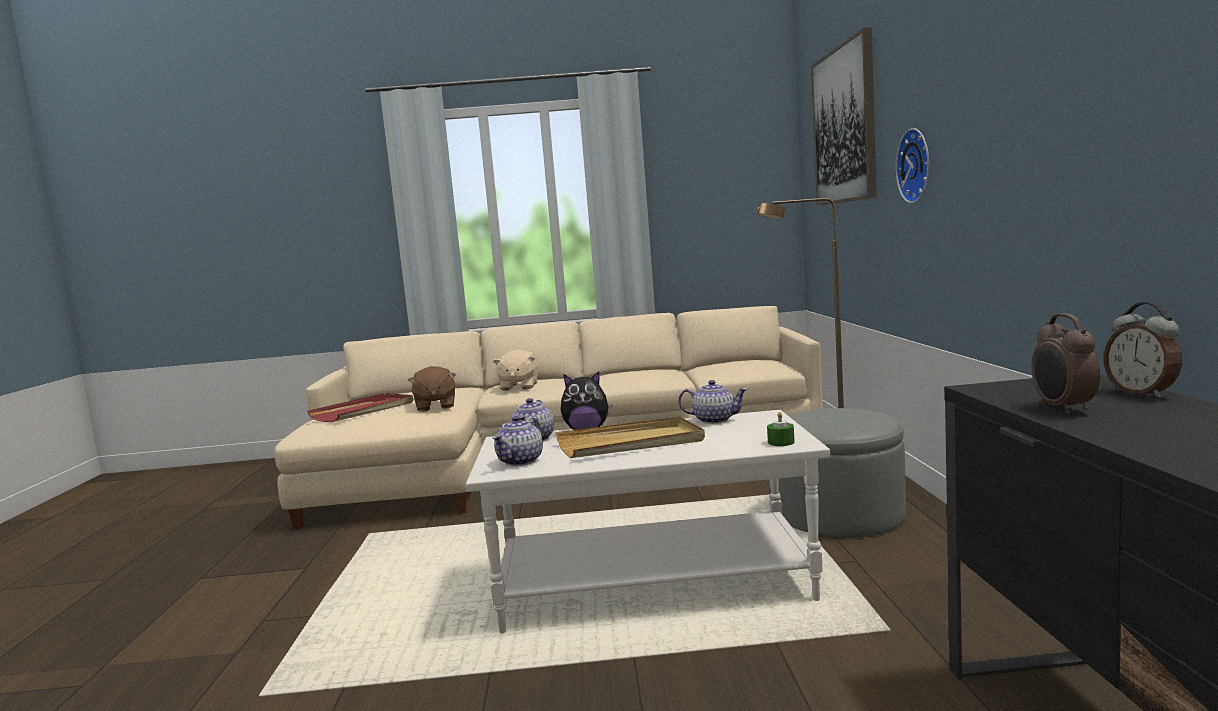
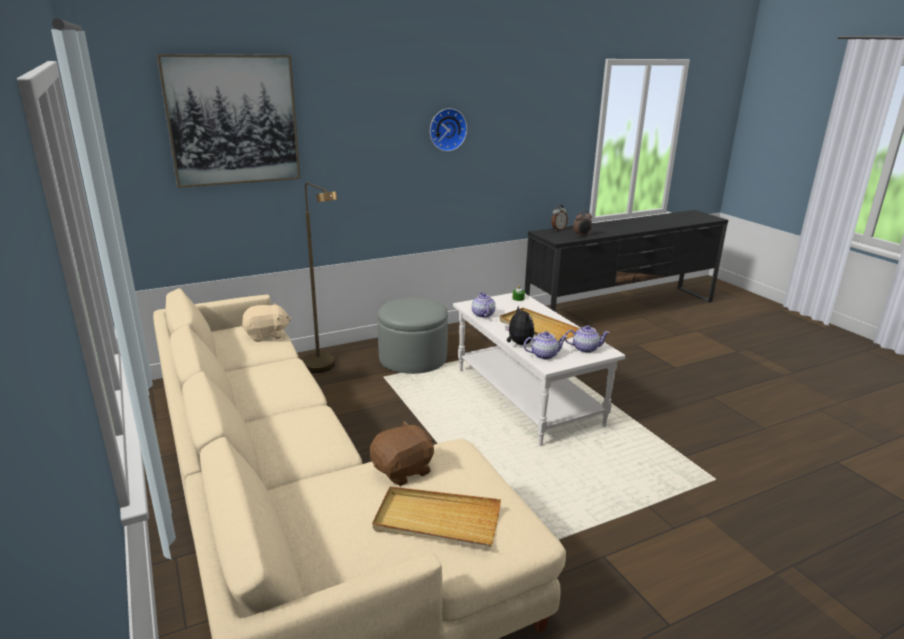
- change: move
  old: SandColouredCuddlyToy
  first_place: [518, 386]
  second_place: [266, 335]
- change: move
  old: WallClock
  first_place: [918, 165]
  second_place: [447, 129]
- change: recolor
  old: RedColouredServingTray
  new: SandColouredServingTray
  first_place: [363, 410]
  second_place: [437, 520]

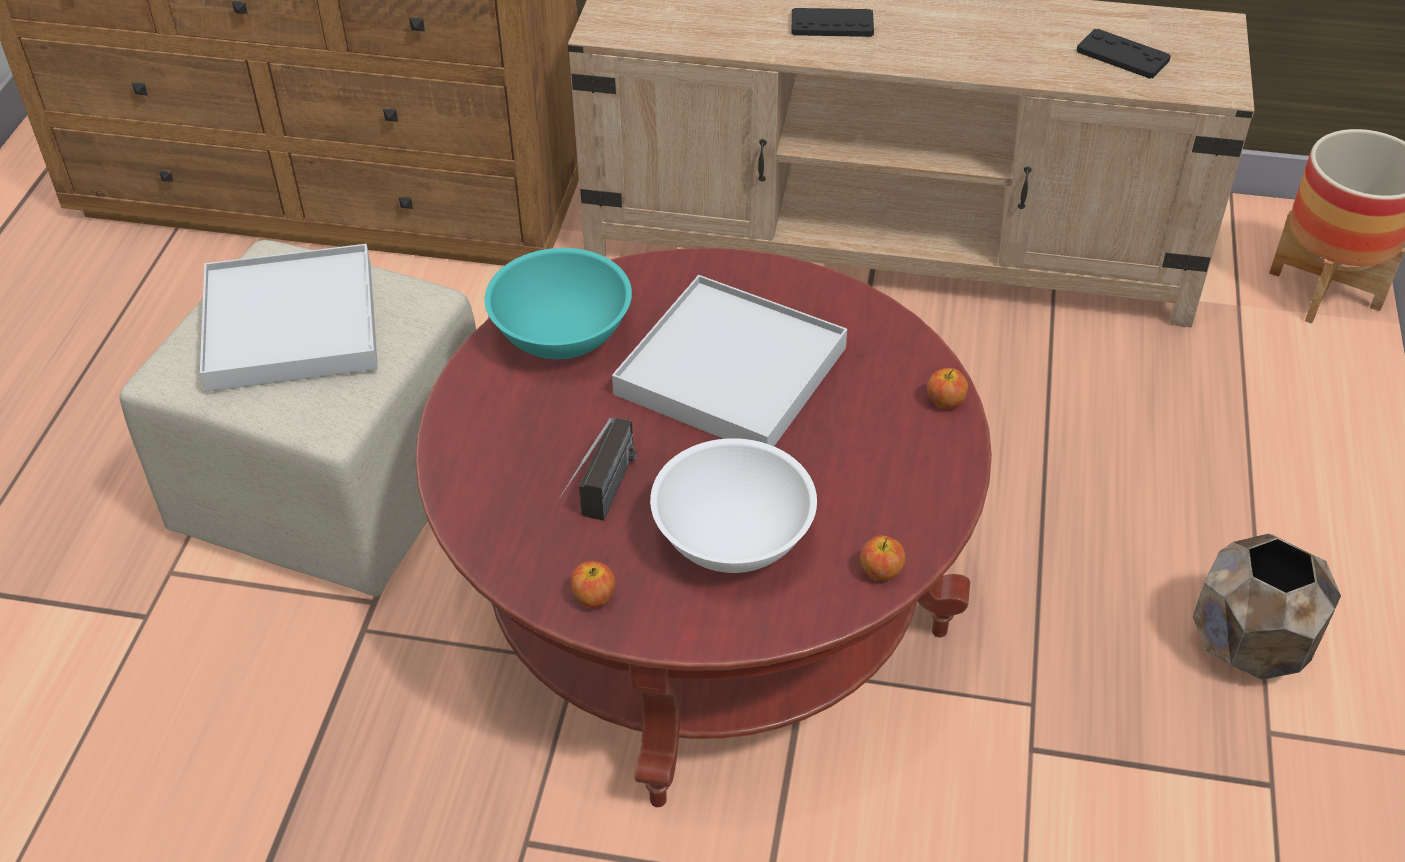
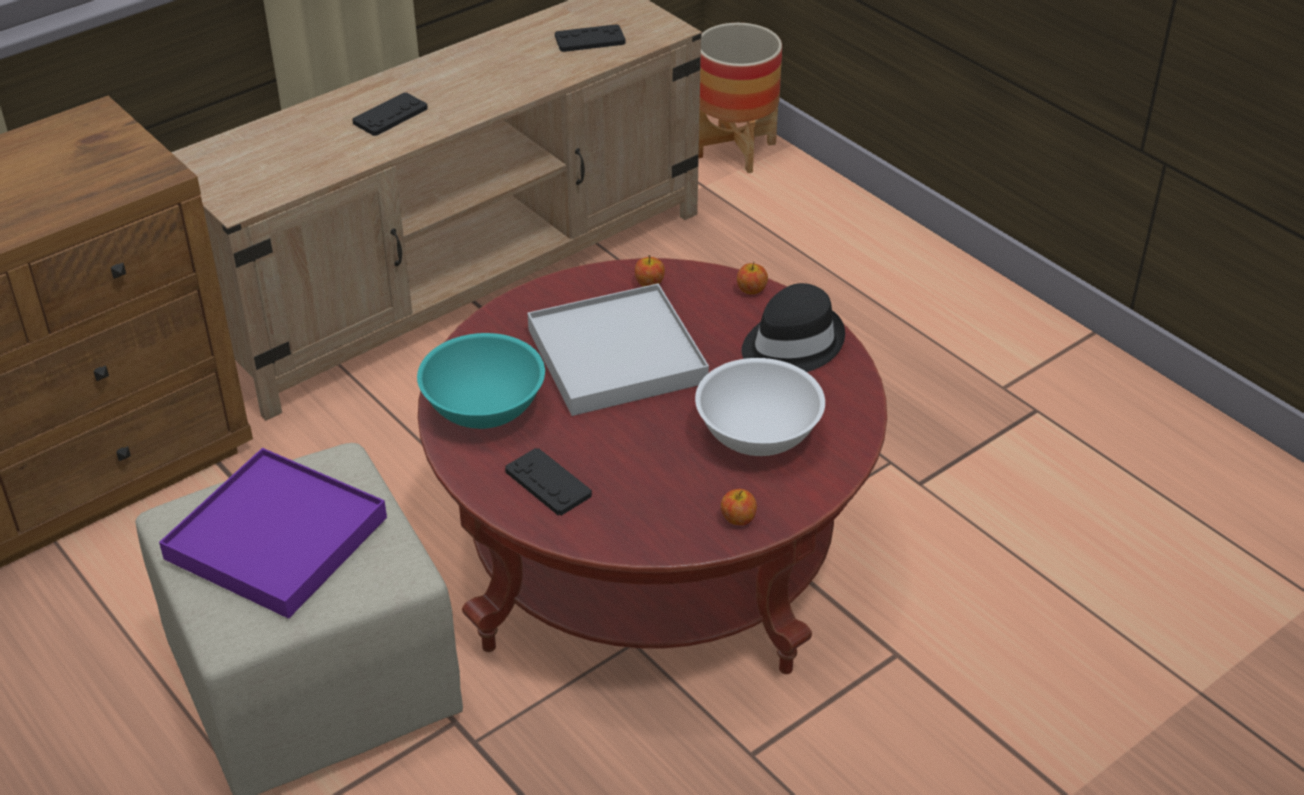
- change: delete
  old: RadioSet
  first_place: [602, 503]
- change: delete
  old: BrownColouredPlanter
  first_place: [1250, 646]
- change: insert
  new: BlackJoypad
  second_place: [548, 483]
- change: insert
  new: BlackClothingHat
  second_place: [791, 344]
- change: move
  old: Apple
  first_place: [881, 571]
  second_place: [649, 283]
- change: recolor
  old: WhitishServingTray
  new: PurplishServingTray
  first_place: [292, 324]
  second_place: [276, 537]

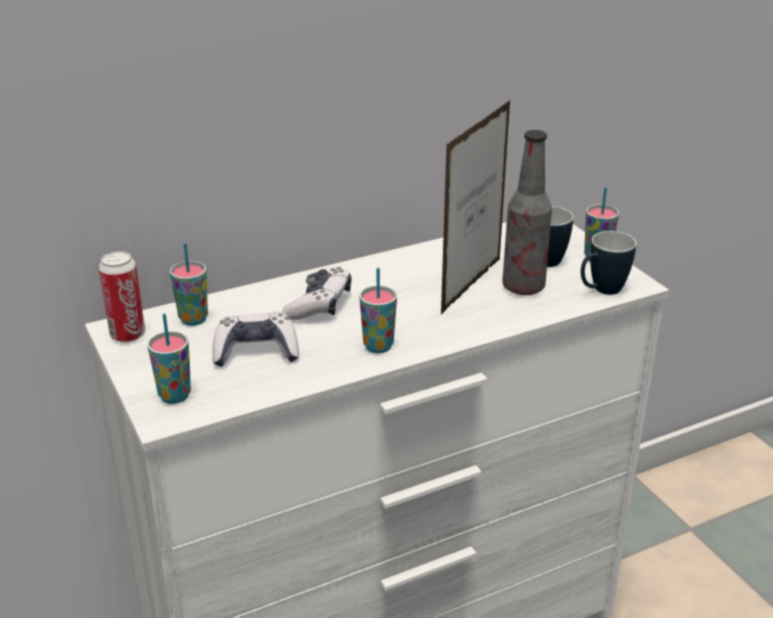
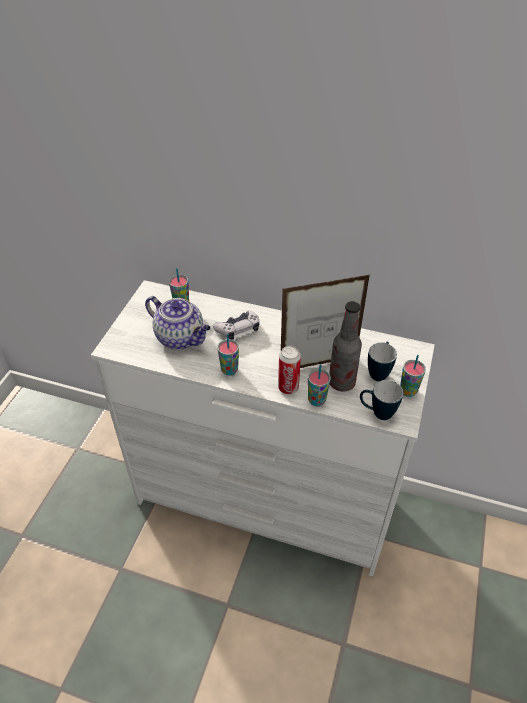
- change: move
  old: SealedCan
  first_place: [128, 335]
  second_place: [288, 387]
- change: move
  old: SmallCup
  first_place: [175, 396]
  second_place: [316, 400]
- change: replace
  old: Joypad
  new: TeaPot
  first_place: [256, 351]
  second_place: [181, 338]

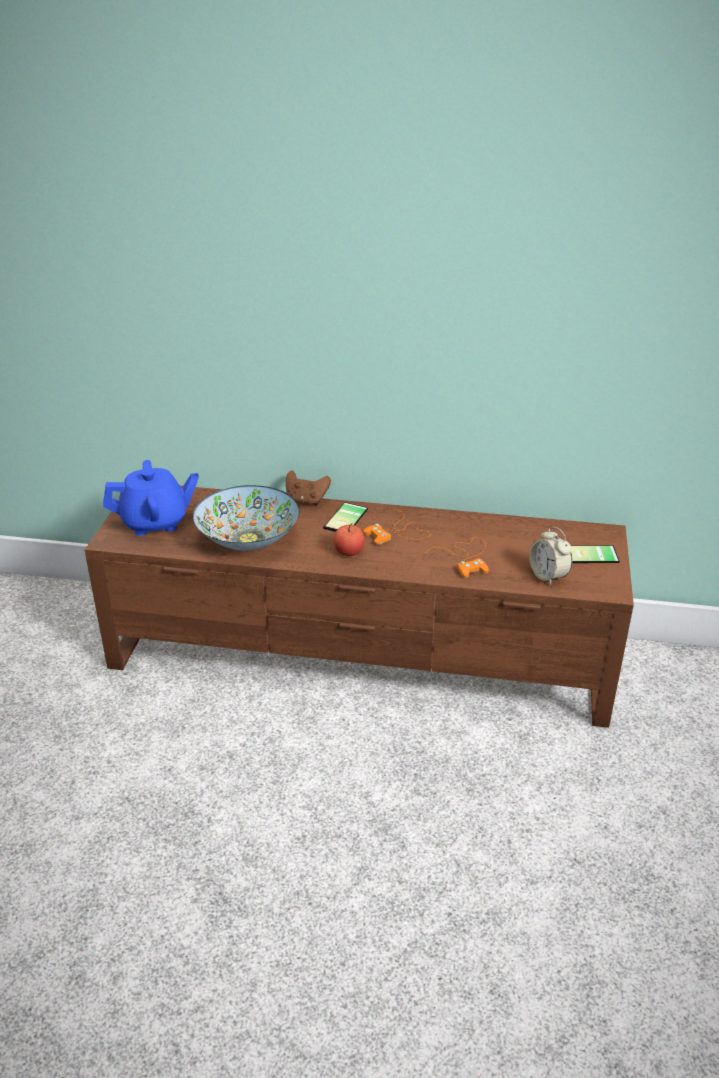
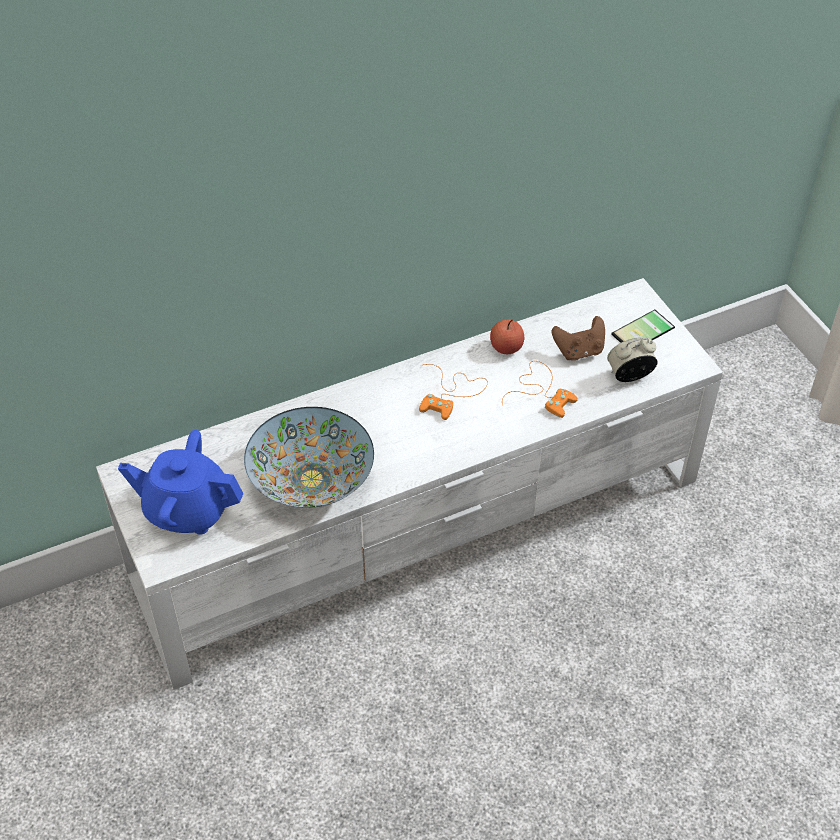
- change: delete
  old: Telephone
  first_place: [348, 519]
- change: move
  old: BrownColouredJoypad
  first_place: [306, 500]
  second_place: [579, 351]
- change: move
  old: Apple
  first_place: [349, 552]
  second_place: [506, 347]
- change: recolor
  old: BrownColouredTvStand
  new: WhitishTvStand
  first_place: [362, 656]
  second_place: [422, 526]
- change: rotate
  old: BlueTeaPot
  first_place: [155, 522]
  second_place: [187, 510]
  degrees: -120
- change: rotate
  old: AlarmClock
  first_place: [548, 576]
  second_place: [629, 376]
  degrees: 135

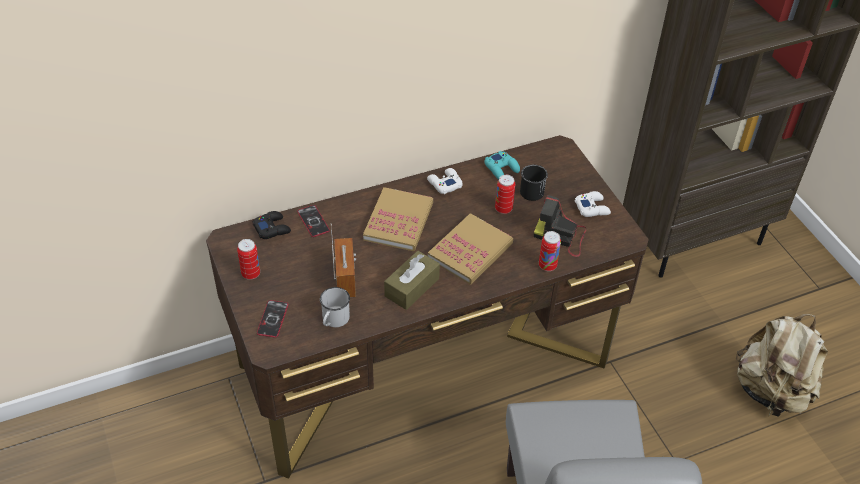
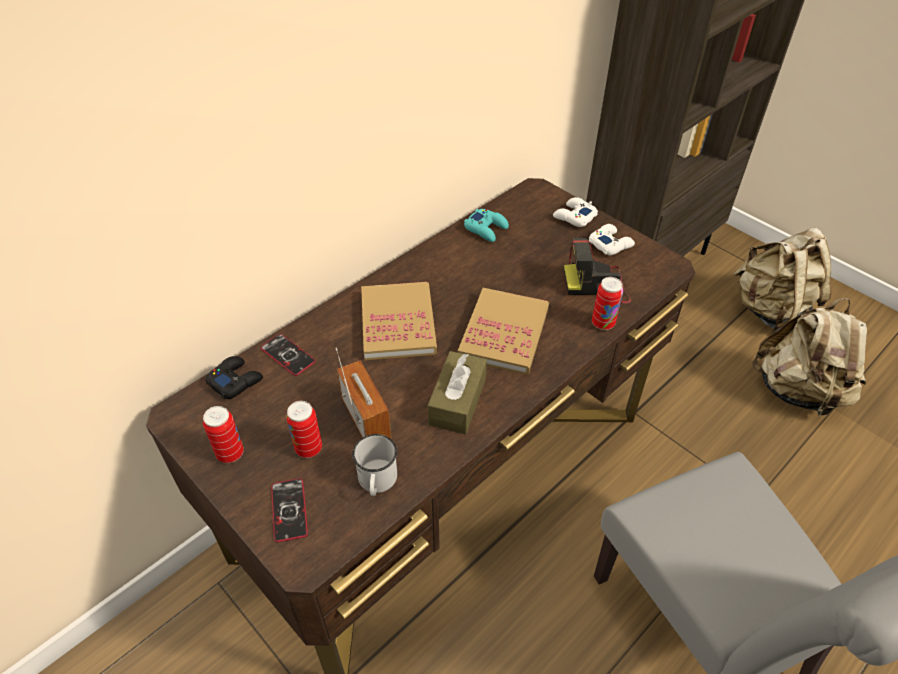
- change: delete
  old: BlackTeaMug
  first_place: [533, 190]
- change: insert
  new: SandColouredBackpack
  second_place: [770, 310]
- change: move
  old: WhitishJoypad
  first_place: [444, 184]
  second_place: [574, 217]
- change: move
  old: SealedCan
  first_place: [503, 209]
  second_place: [309, 448]

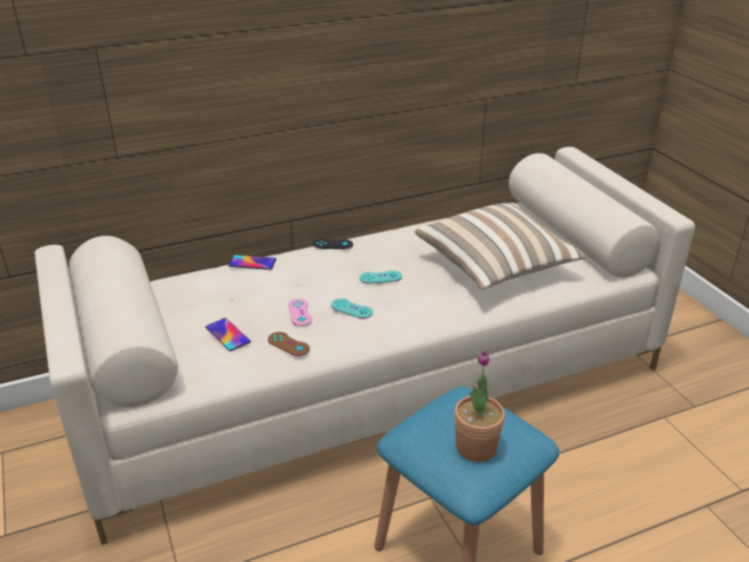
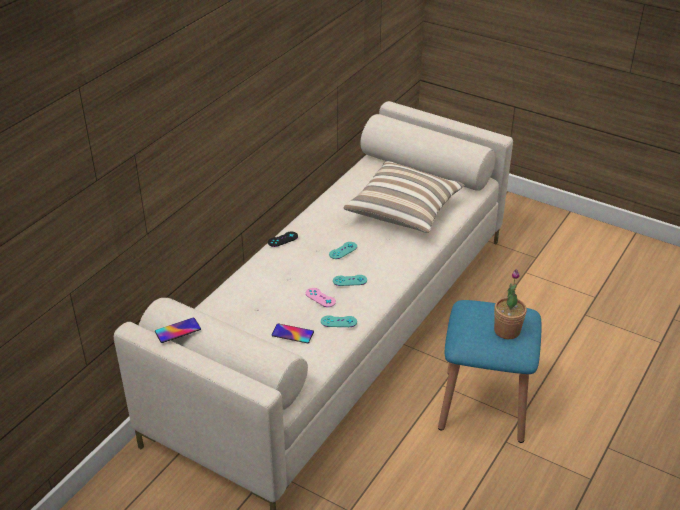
- change: move
  old: Telephone
  first_place: [252, 263]
  second_place: [178, 330]
- change: recolor
  old: BrownColouredJoypad
  new: TurquoiseJoypad
  first_place: [288, 344]
  second_place: [338, 321]

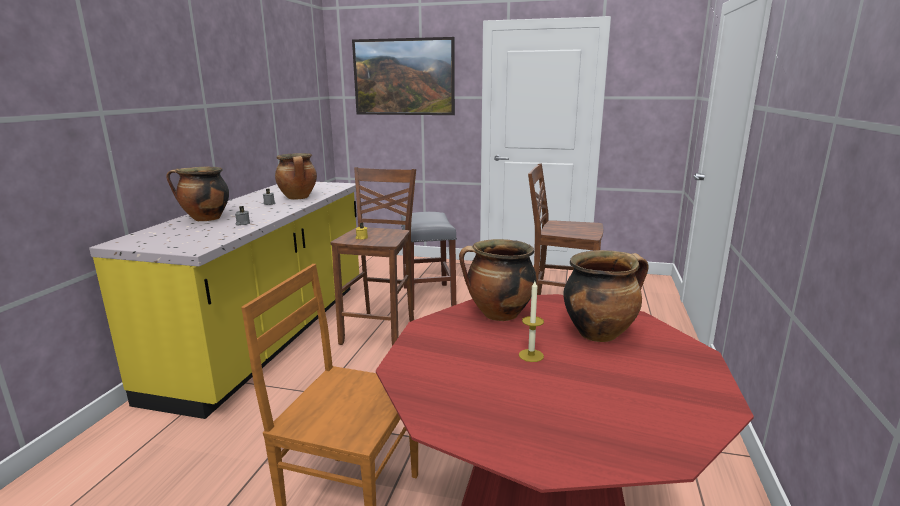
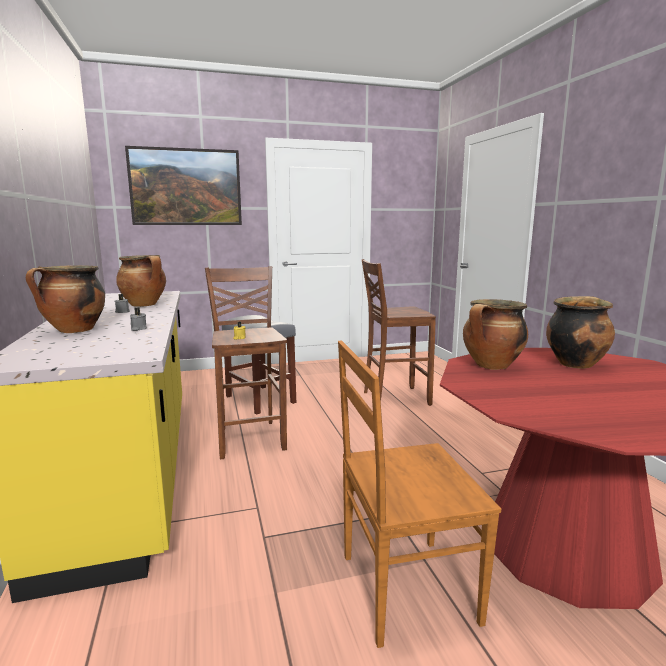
- change: delete
  old: WaxLight
  first_place: [531, 355]

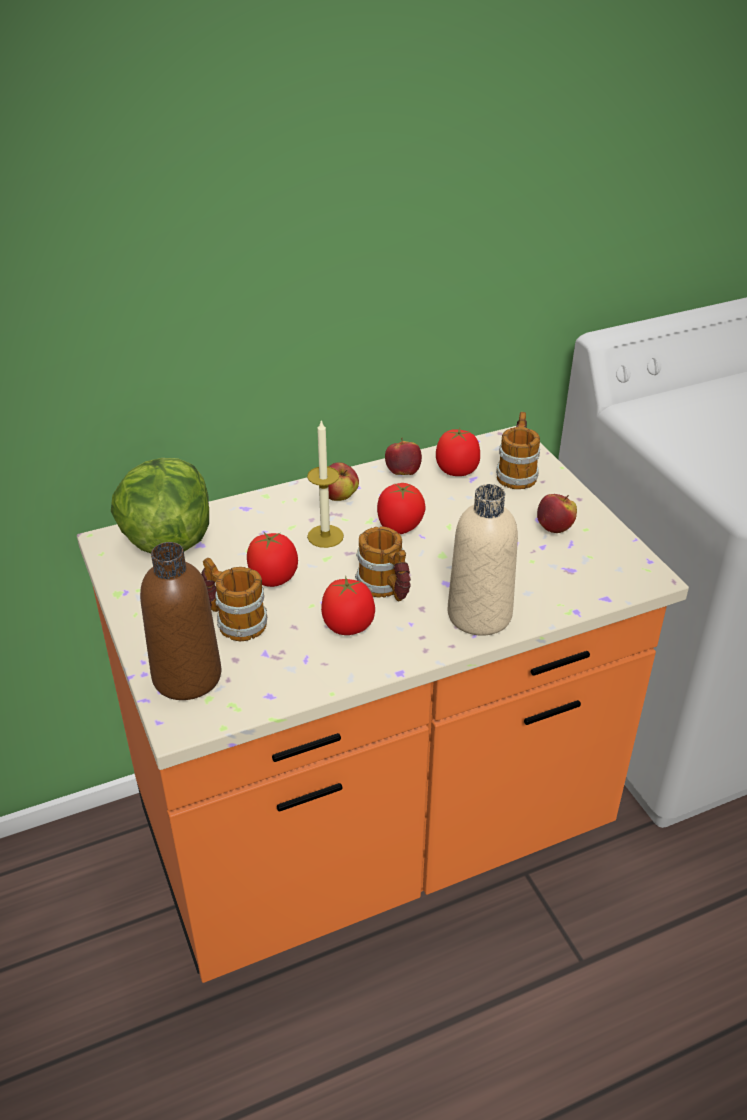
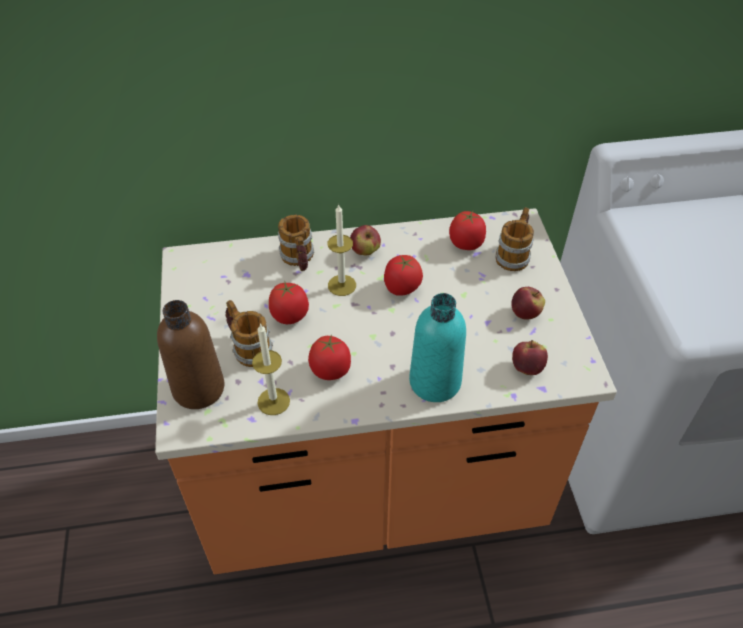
- change: delete
  old: LettuceHead
  first_place: [167, 539]
- change: insert
  new: WaxLight
  second_place: [273, 401]
- change: move
  old: TeaMug
  first_place: [386, 589]
  second_place: [298, 259]
- change: move
  old: Apple
  first_place: [403, 473]
  second_place: [527, 367]
- change: recolor
  old: SandColouredBottle
  new: TurquoiseBottle
  first_place: [479, 615]
  second_place: [435, 382]

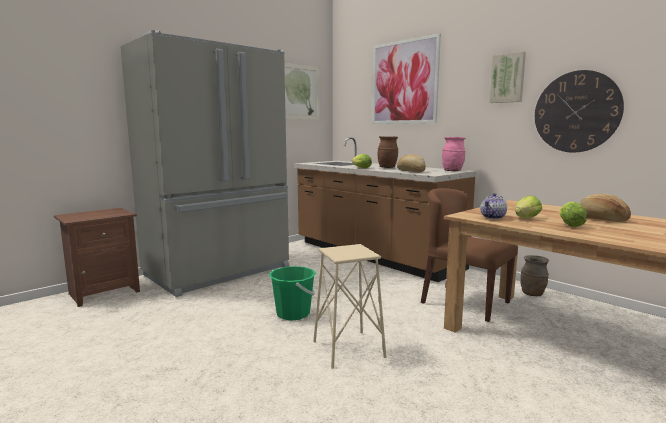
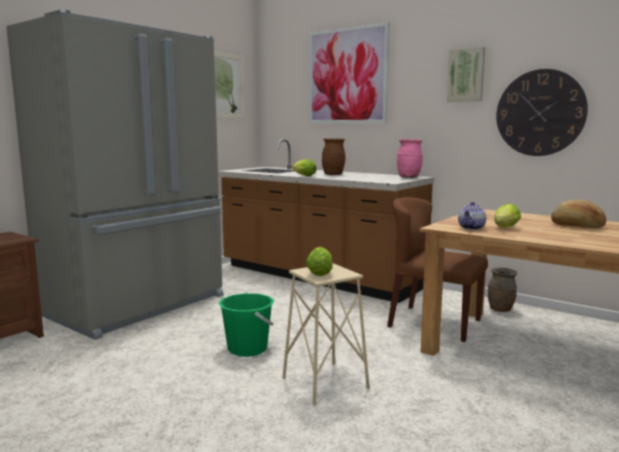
- change: delete
  old: BakedBread
  first_place: [411, 171]
- change: move
  old: LettuceHead
  first_place: [569, 225]
  second_place: [319, 273]

